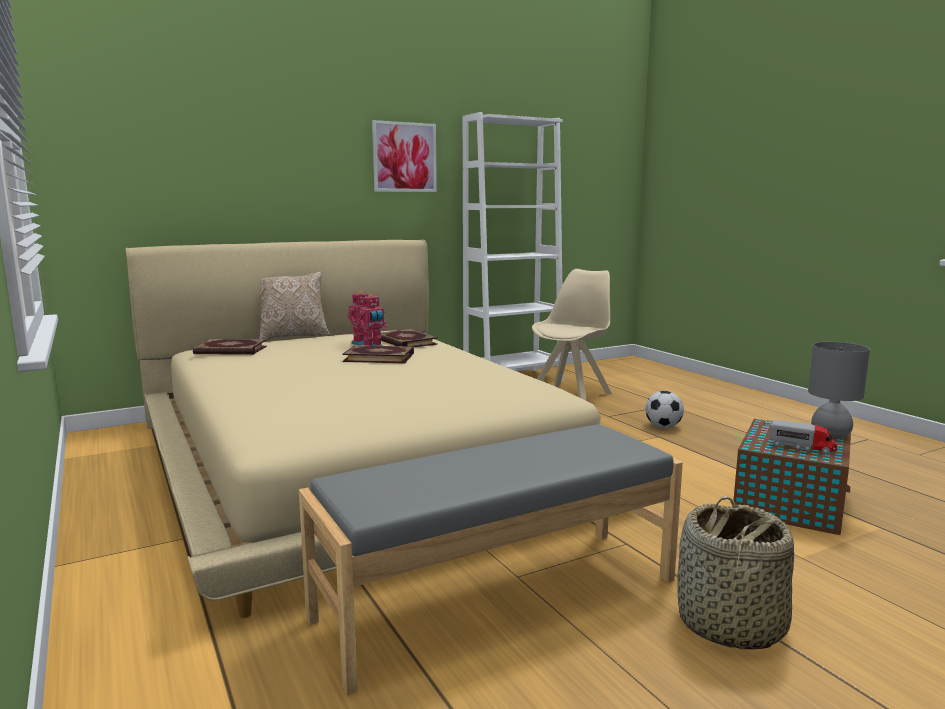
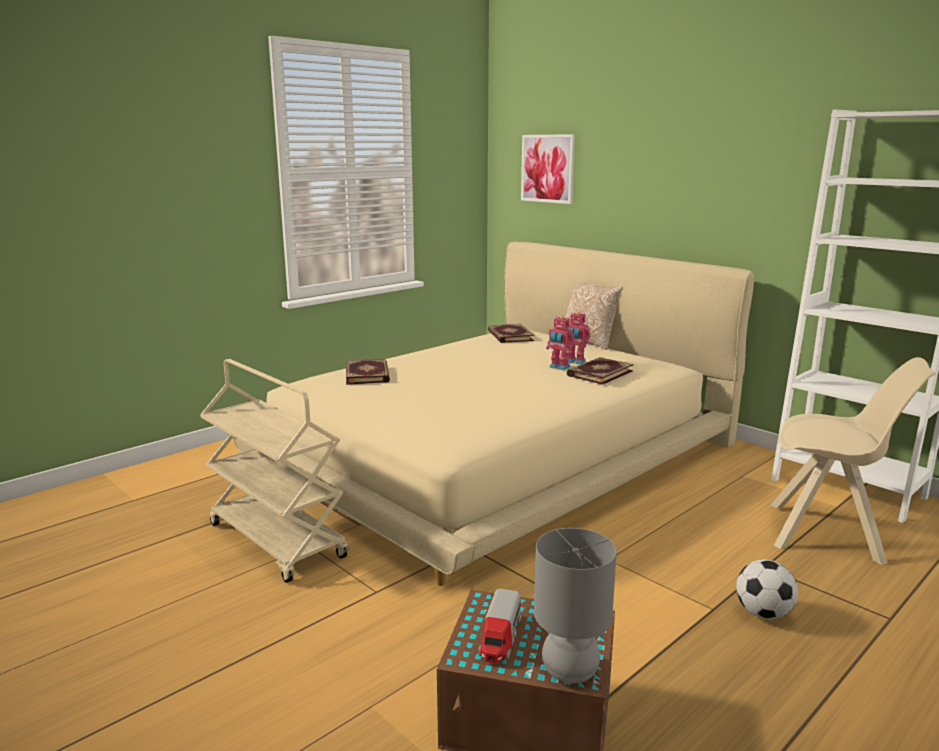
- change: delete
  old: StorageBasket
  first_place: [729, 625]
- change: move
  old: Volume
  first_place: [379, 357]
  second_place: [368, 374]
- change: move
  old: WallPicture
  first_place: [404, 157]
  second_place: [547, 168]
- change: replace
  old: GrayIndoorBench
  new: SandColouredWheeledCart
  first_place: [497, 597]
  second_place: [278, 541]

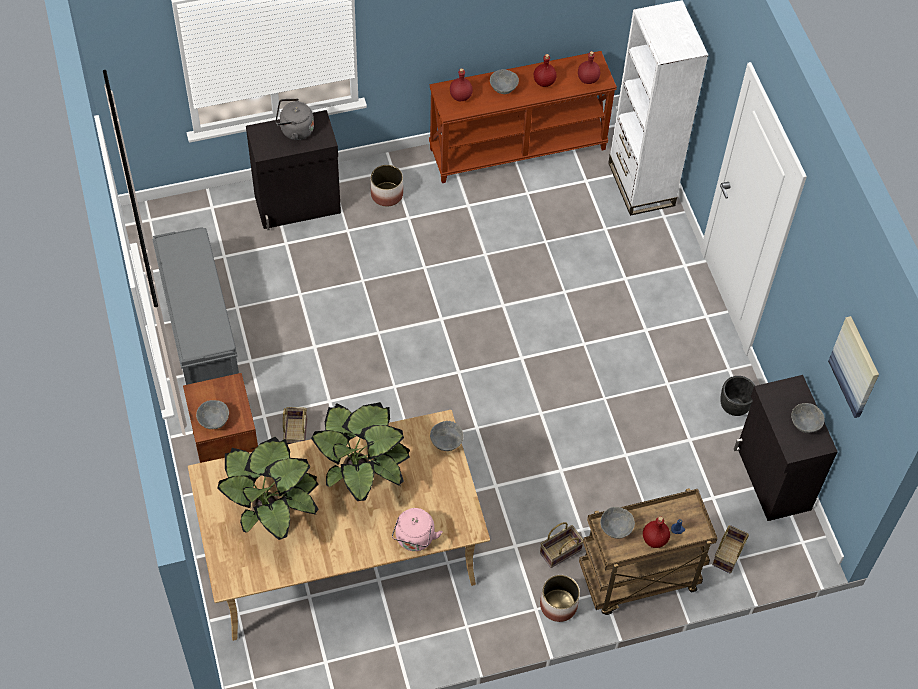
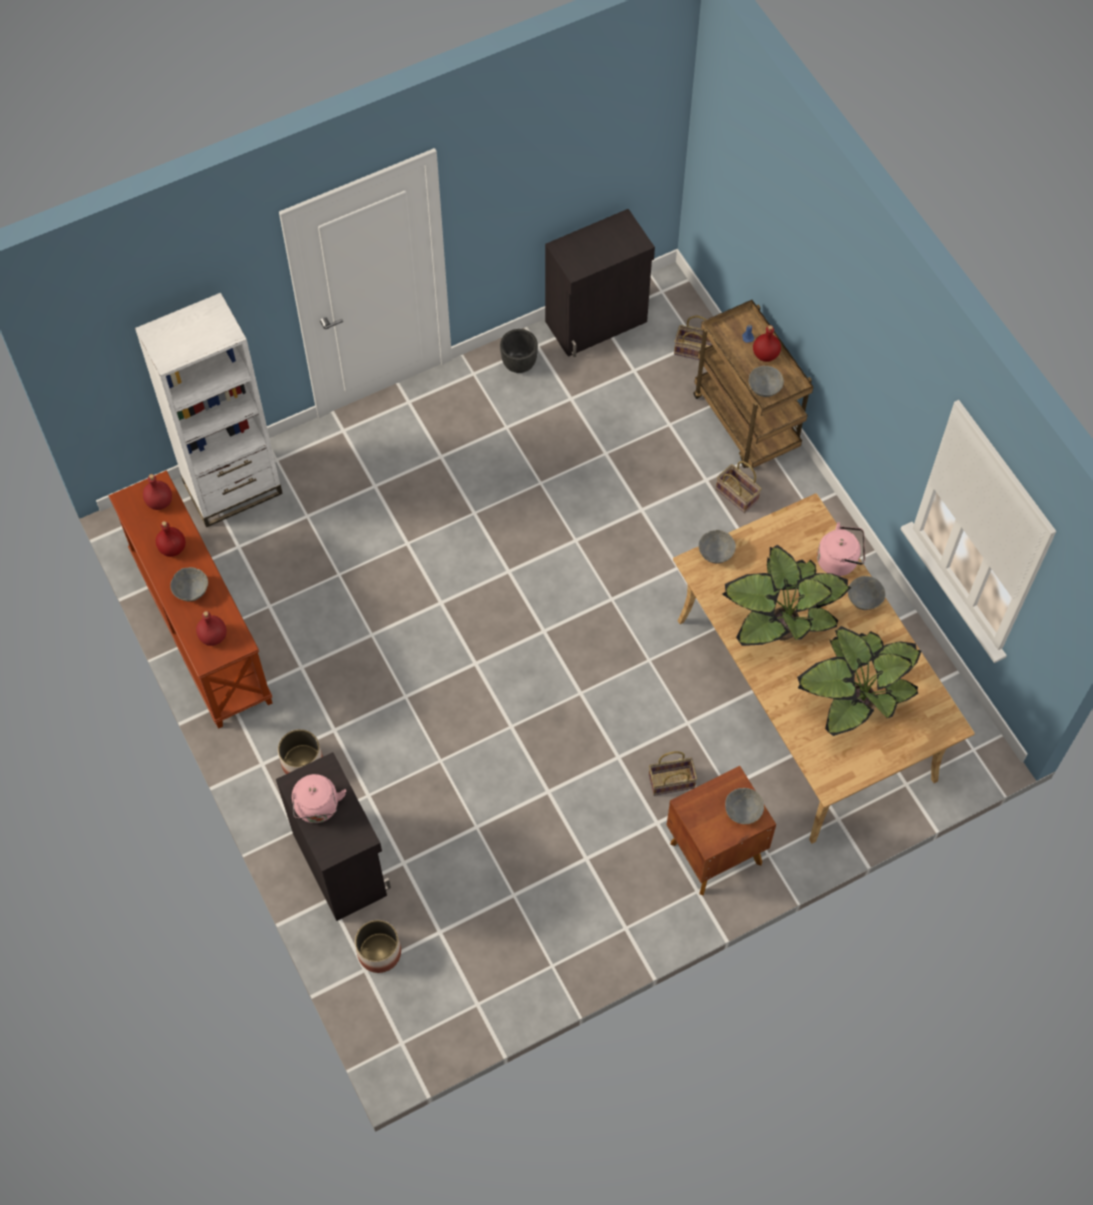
- change: delete
  old: GrayIndoorBench
  first_place: [200, 329]
- change: delete
  old: WallPicture
  first_place: [855, 366]
- change: move
  old: Planter
  first_place: [558, 604]
  second_place: [379, 952]
- change: move
  old: GrayServingBowl
  first_place: [805, 424]
  second_place: [864, 600]
- change: recolor
  old: GrayTeaKettle
  new: PinkColouredTeaKettle
  first_place: [294, 130]
  second_place: [317, 808]

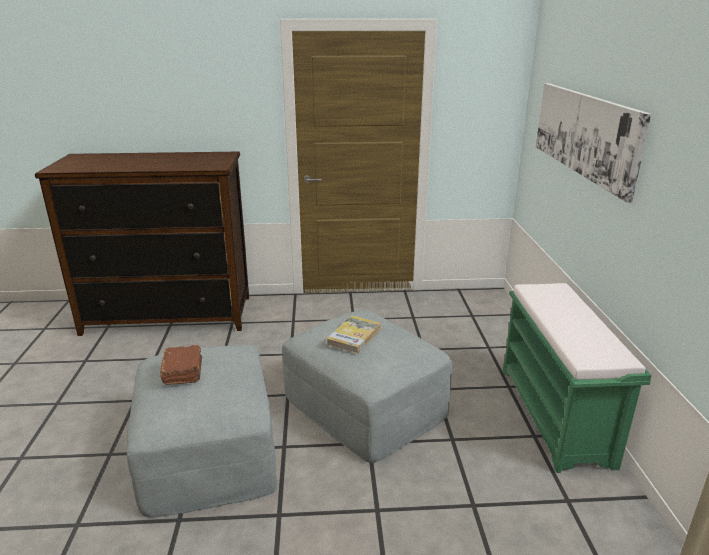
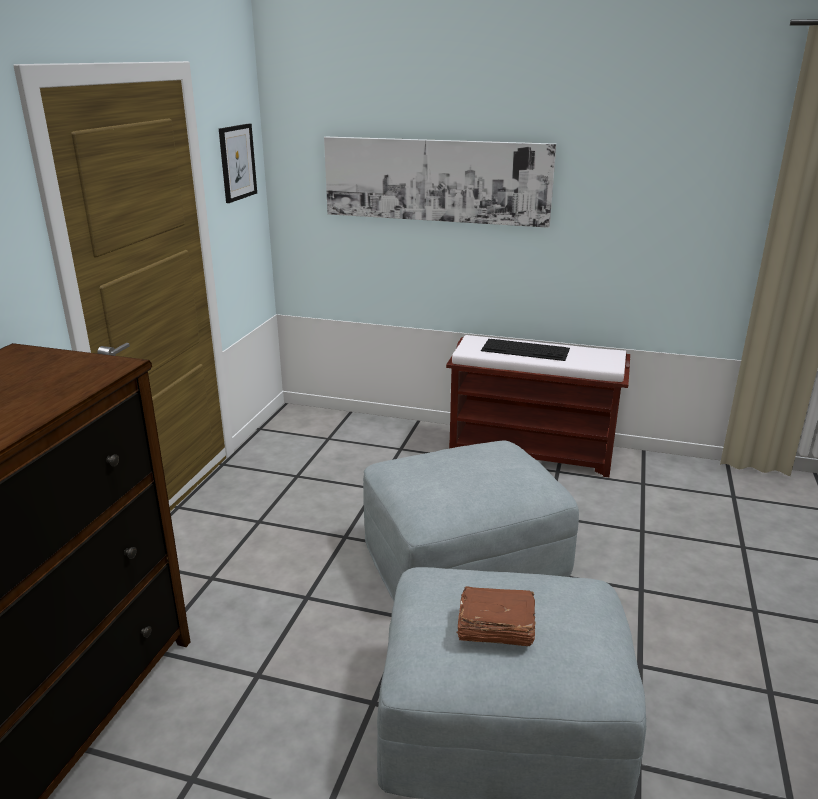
- change: delete
  old: Volume
  first_place: [354, 336]
- change: insert
  new: WallPicture
  second_place: [237, 162]
- change: insert
  new: Keyboard
  second_place: [526, 349]
- change: recolor
  old: GreenishIndoorBench
  new: BrownColouredIndoorBench
  first_place: [555, 415]
  second_place: [532, 452]

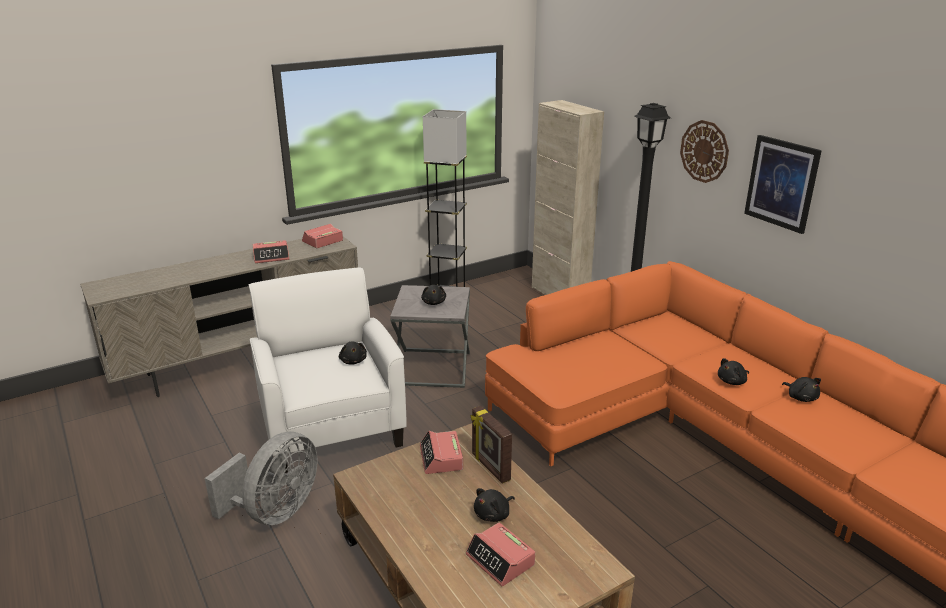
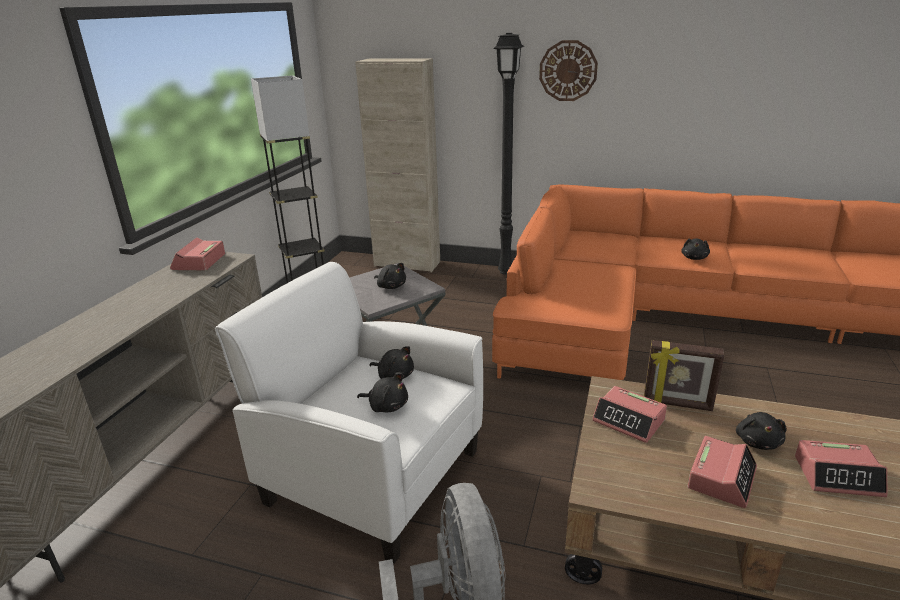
- change: delete
  old: WallPicture
  first_place: [781, 183]
- change: move
  old: AlarmClock
  first_place: [271, 257]
  second_place: [721, 478]
- change: move
  old: BlackCuddlyToy
  first_place: [801, 397]
  second_place: [386, 406]

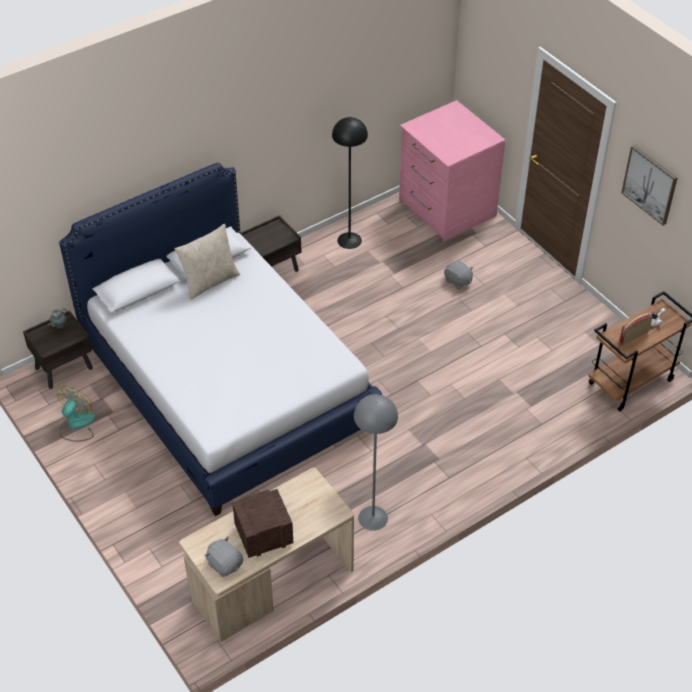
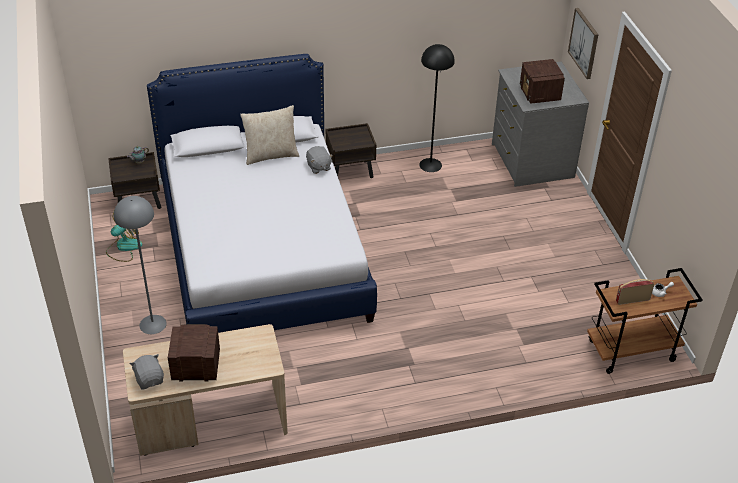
- change: insert
  new: RadioSet
  second_place: [539, 94]
- change: move
  old: GrayFloorLamp
  first_place: [373, 518]
  second_place: [152, 324]
- change: move
  old: GrayCuddlyToy
  first_place: [458, 281]
  second_place: [318, 167]
- change: move
  old: WallPicture
  first_place: [650, 184]
  second_place: [584, 43]
- change: recolor
  old: PinkColouredDresser
  new: GrayDresser
  first_place: [446, 208]
  second_place: [531, 161]

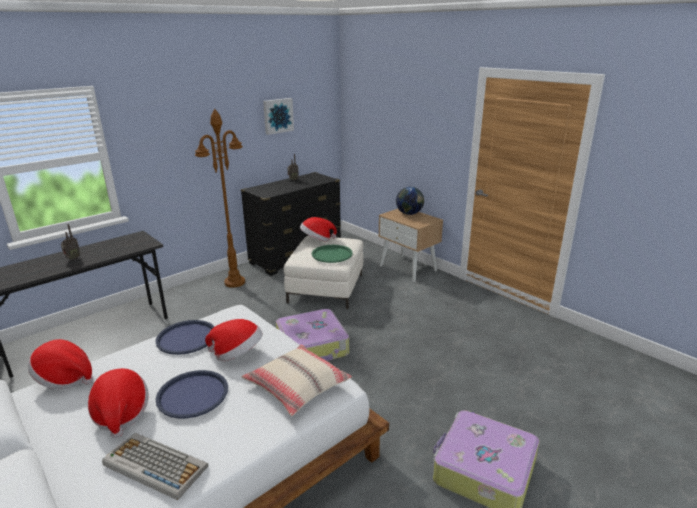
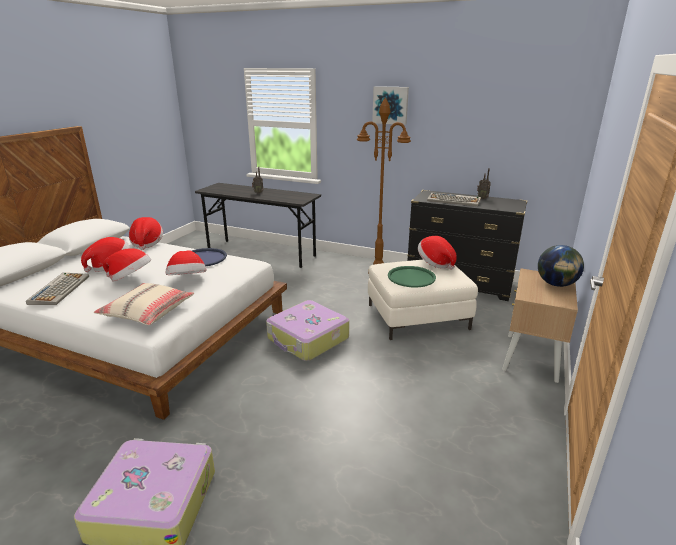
- change: insert
  new: Keyboard
  second_place: [454, 200]
- change: move
  old: WallPicture
  first_place: [278, 115]
  second_place: [390, 105]
- change: replace
  old: BlueServingTray
  new: ClothingHat
  first_place: [192, 394]
  second_place: [131, 279]

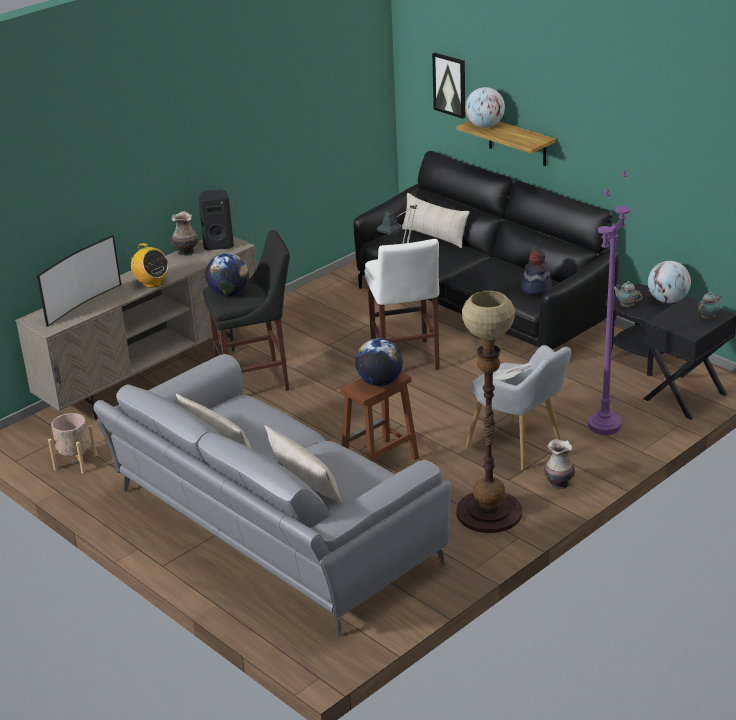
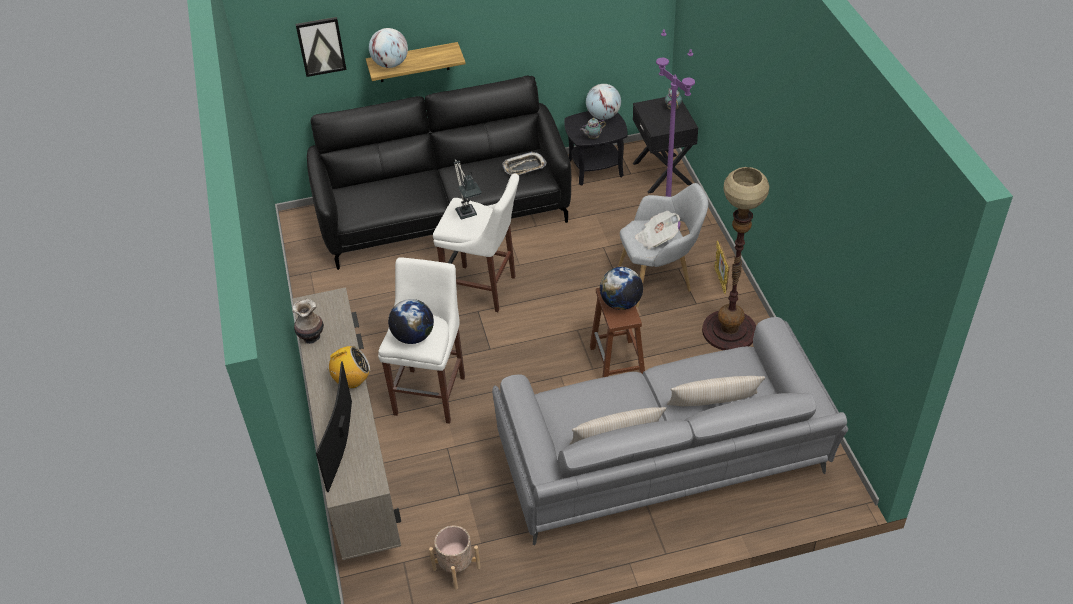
- change: delete
  old: BlackLoudspeaker
  first_place: [219, 245]
- change: delete
  old: SandColouredPillow
  first_place: [434, 236]
- change: replace
  old: ClothingHat
  new: ServingTray
  first_place: [535, 288]
  second_place: [524, 167]
- change: replace
  old: DecorativeVase
  new: PictureFrame
  first_place: [559, 484]
  second_place: [720, 281]
- change: recolor
  old: BlackSittingStool
  new: WhitishSittingStool
  first_place: [257, 381]
  second_place: [431, 392]
- change: rotate
  old: TvSet
  first_place: [81, 304]
  second_place: [344, 445]
  degrees: -150

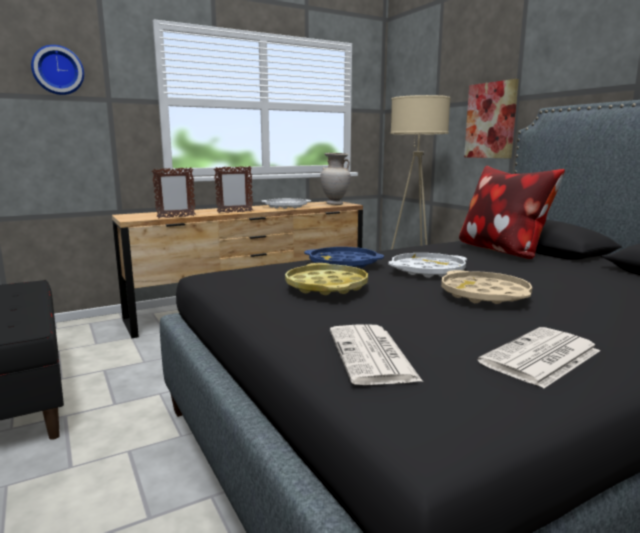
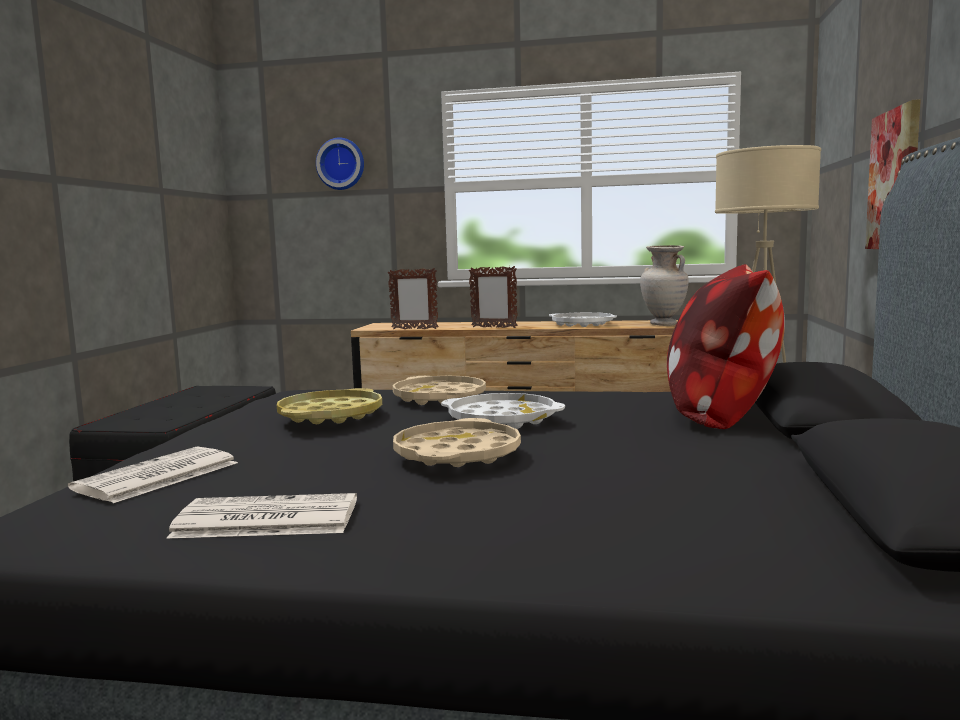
- change: recolor
  old: BlueServingTray
  new: SandColouredServingTray
  first_place: [343, 264]
  second_place: [439, 398]

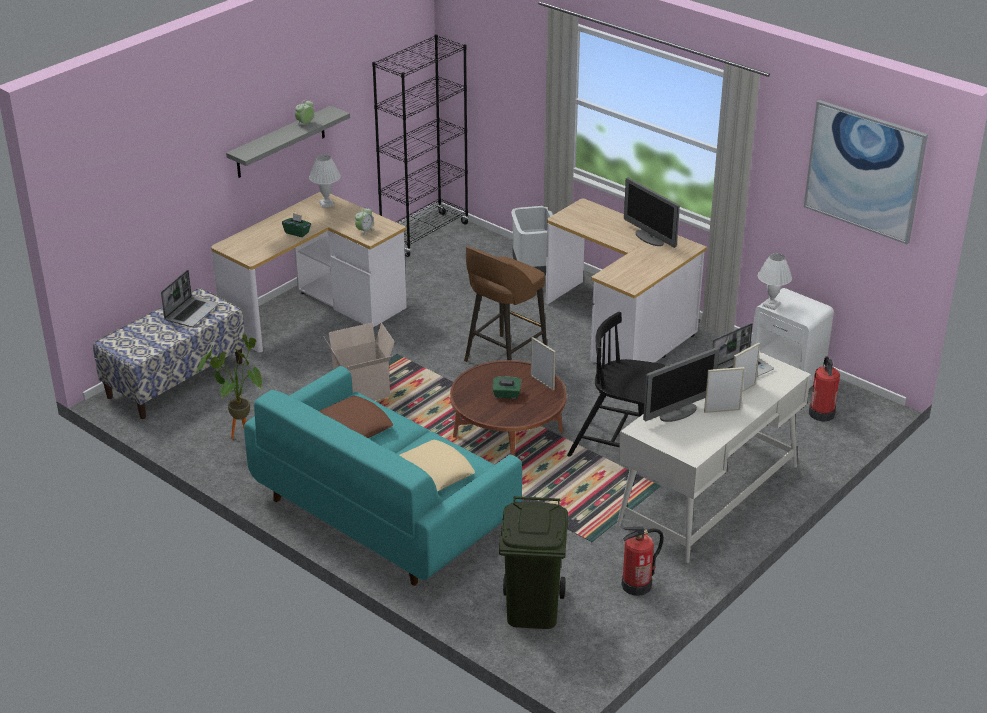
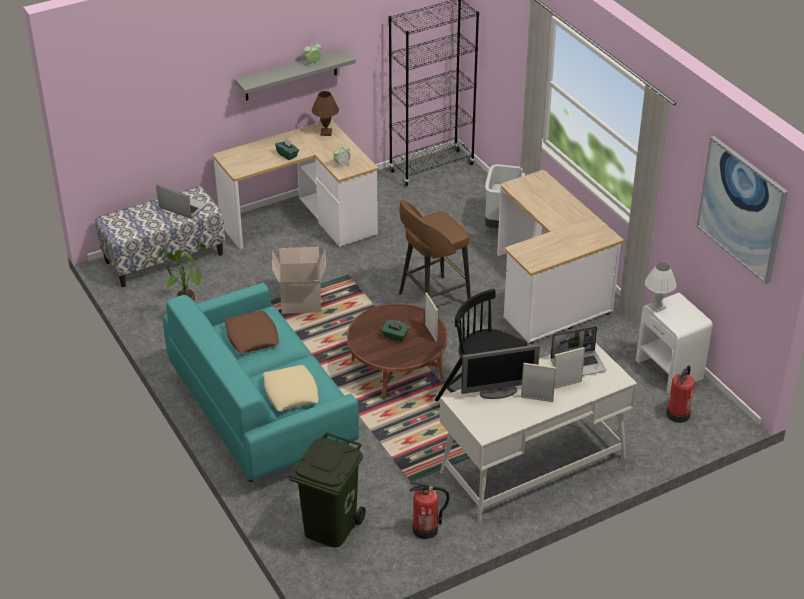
- change: delete
  old: ComputerScreen
  first_place: [649, 238]
- change: recolor
  old: WhitishLampForATable
  new: BrownColouredLampForATable
  first_place: [327, 204]
  second_place: [326, 133]
- change: rotate
  old: PortableComputer
  first_place: [191, 312]
  second_place: [182, 207]
  degrees: -105

